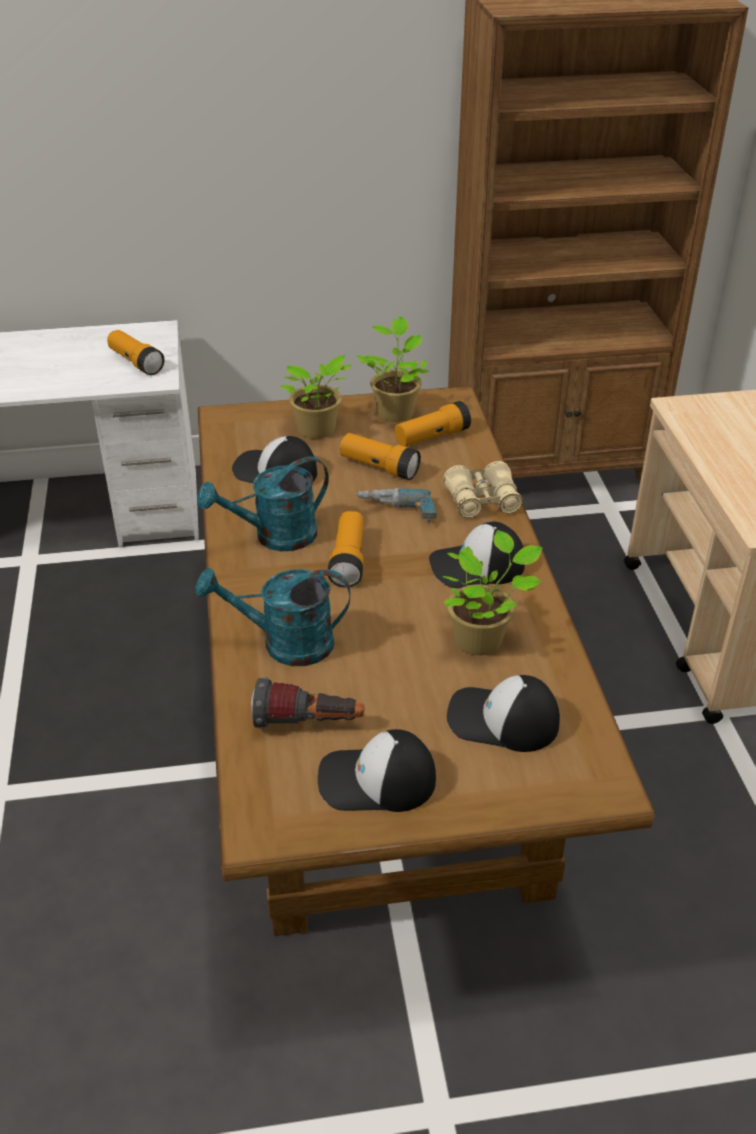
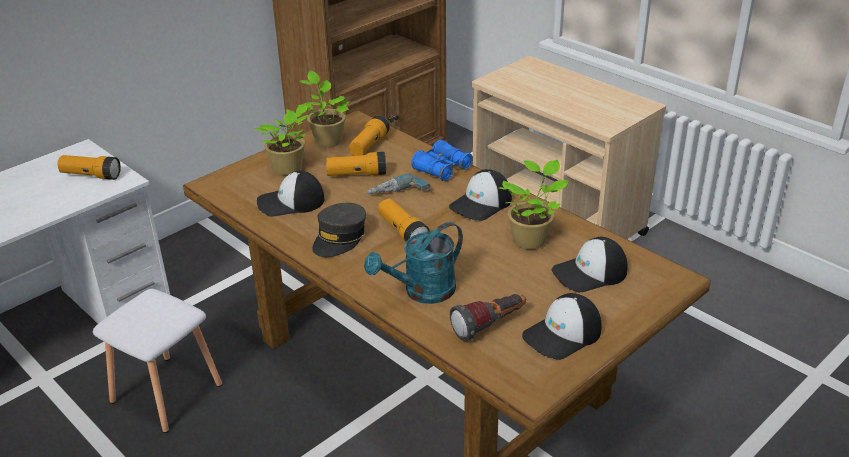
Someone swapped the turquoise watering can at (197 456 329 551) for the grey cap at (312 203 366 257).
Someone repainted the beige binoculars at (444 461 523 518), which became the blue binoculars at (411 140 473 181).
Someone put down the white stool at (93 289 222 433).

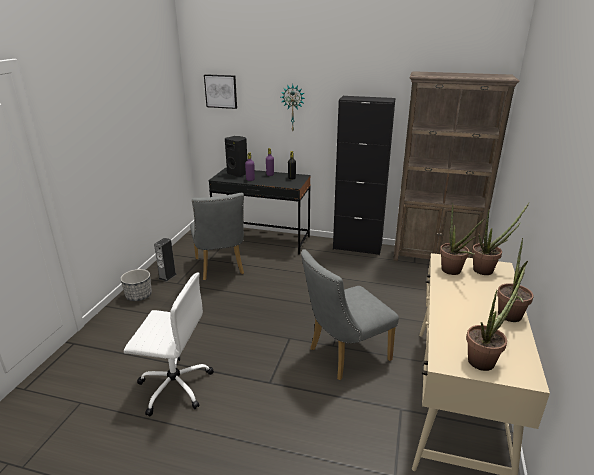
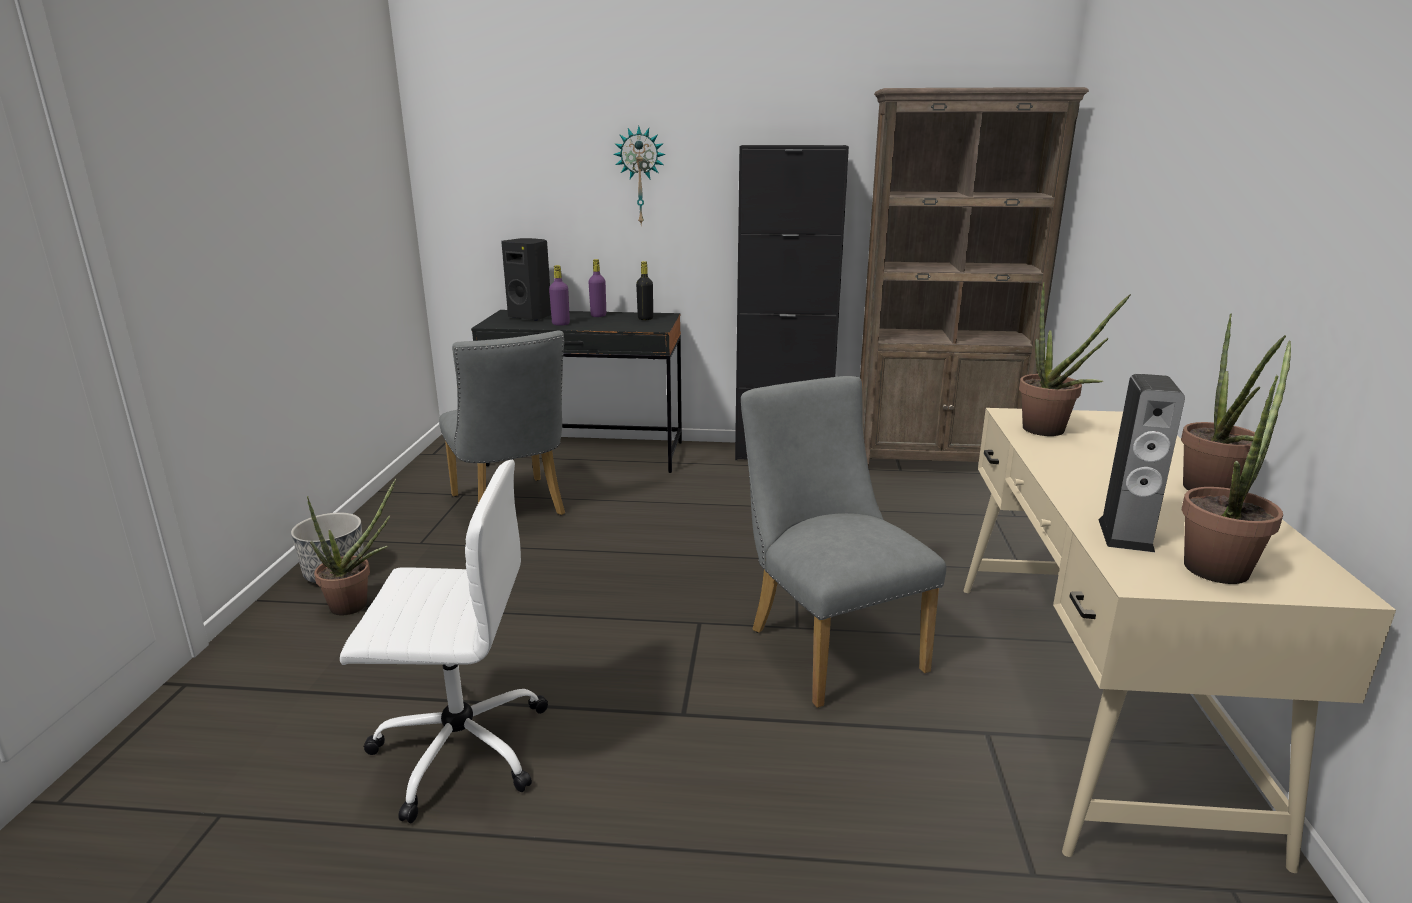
Someone carried the speaker from (154 238 177 282) to (1098 374 1185 552).
Someone took away the picture at (204 74 237 109).
Someone rotated the grey chair at (301 249 399 380) by 105 degrees clockwise.
Someone carried the potted plant from (472 203 529 275) to (307 479 396 615).

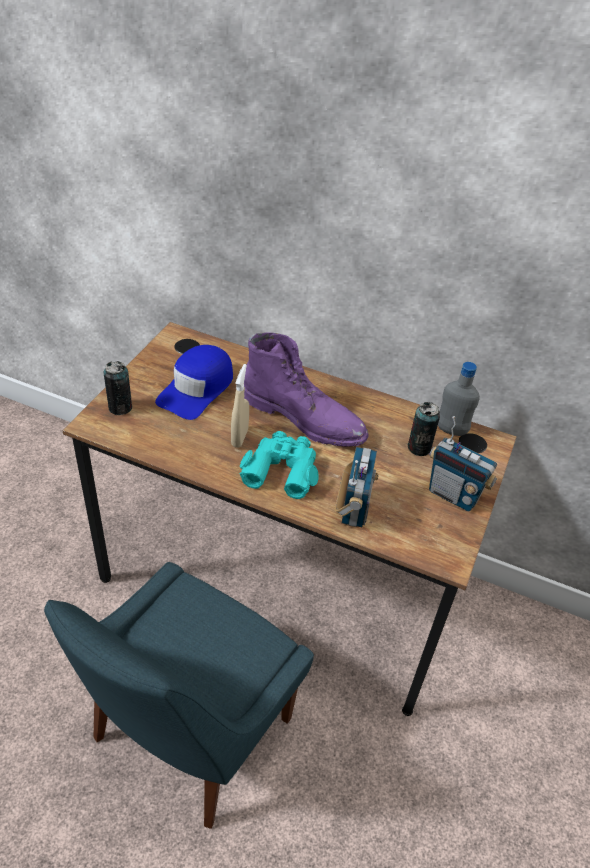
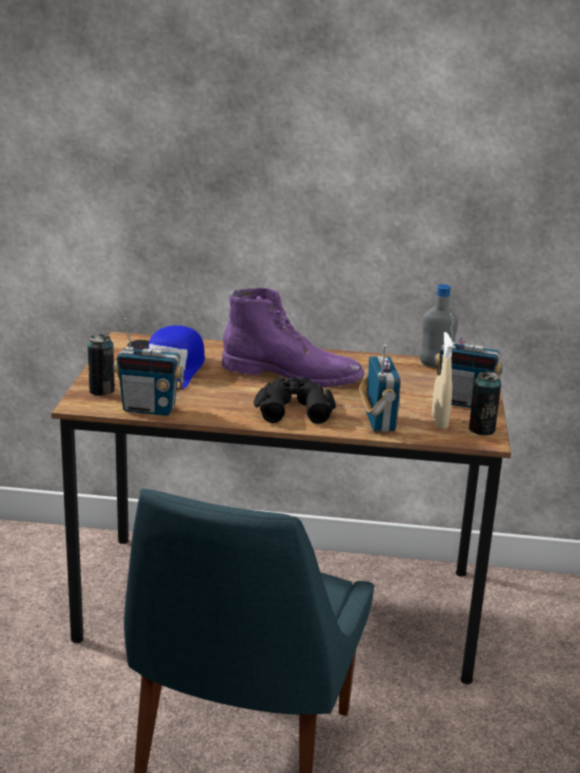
Someone carried the beige spray bottle from (231 364 249 448) to (432 332 453 429).
Someone repainted the turquoise binoculars at (240 431 319 499), which became the black binoculars at (254 377 336 424).
Someone carried the can from (408 402 440 456) to (469 371 501 435).
Someone put down the radio at (113 318 184 416).

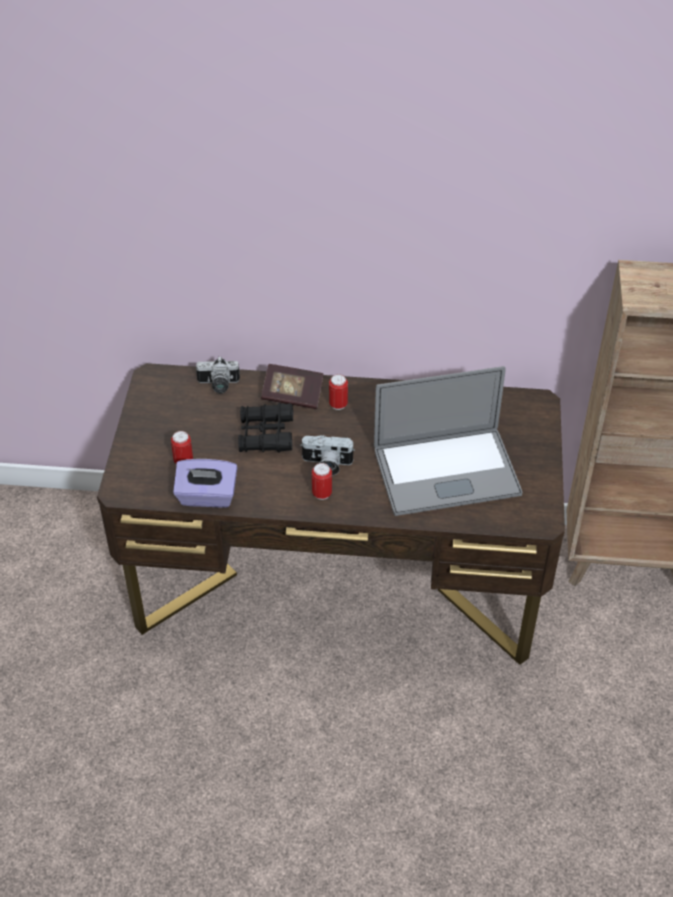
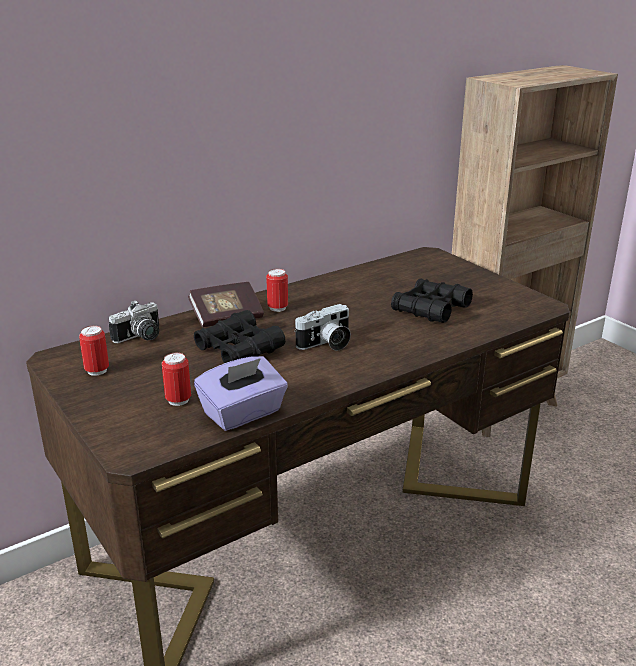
Someone carried the can from (312 463 332 500) to (79 326 109 376).
Someone swapped the laptop at (374 366 522 516) for the black binoculars at (391 278 473 323).

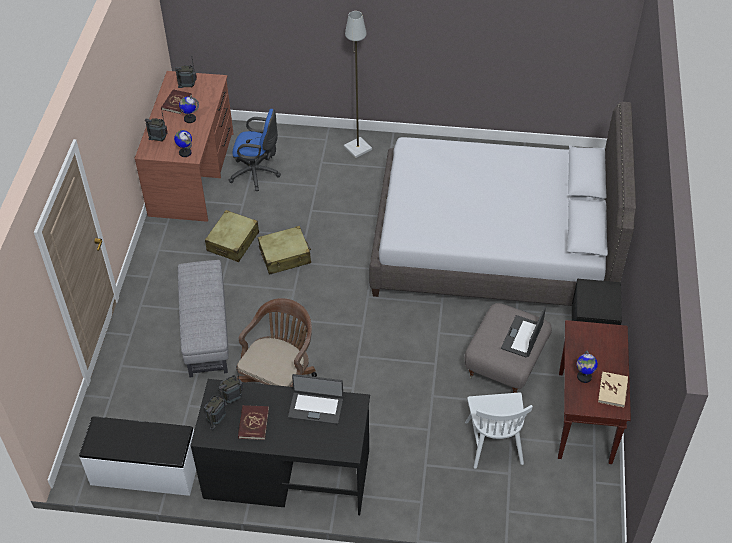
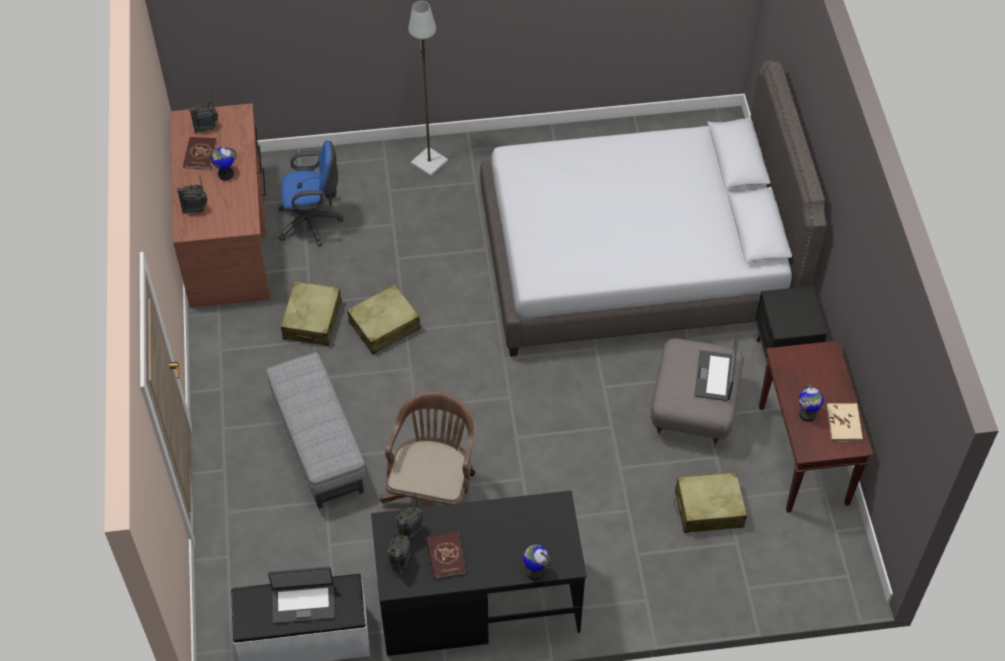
Someone carried the globe from (174 130 192 157) to (523 545 552 580).
Someone carried the laptop from (288 374 343 424) to (268 567 335 624).
Someone swapped the white chair at (465 393 533 469) for the beige suitcase at (674 472 747 533).

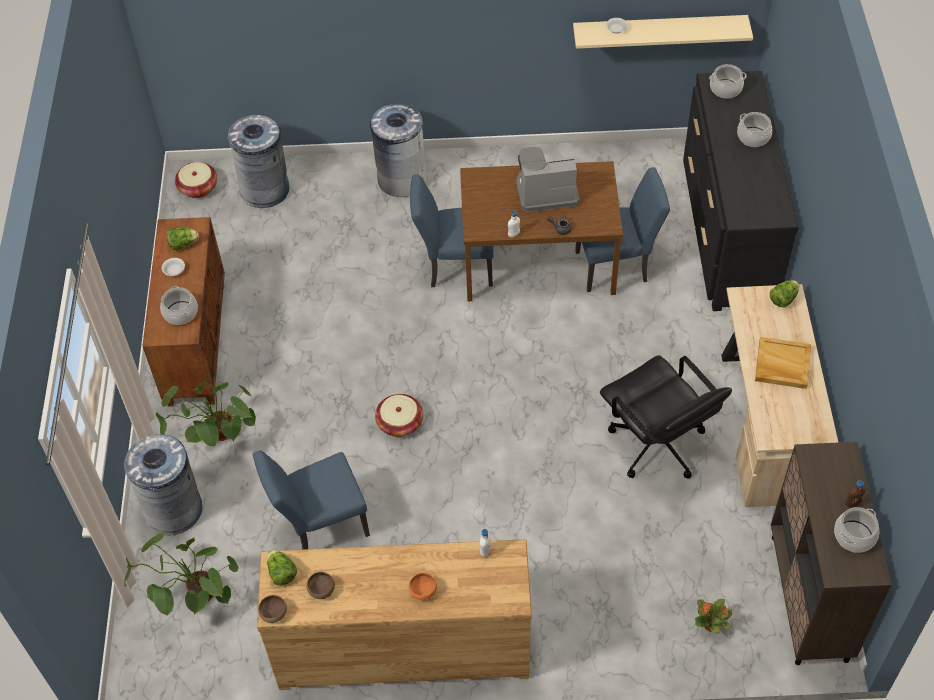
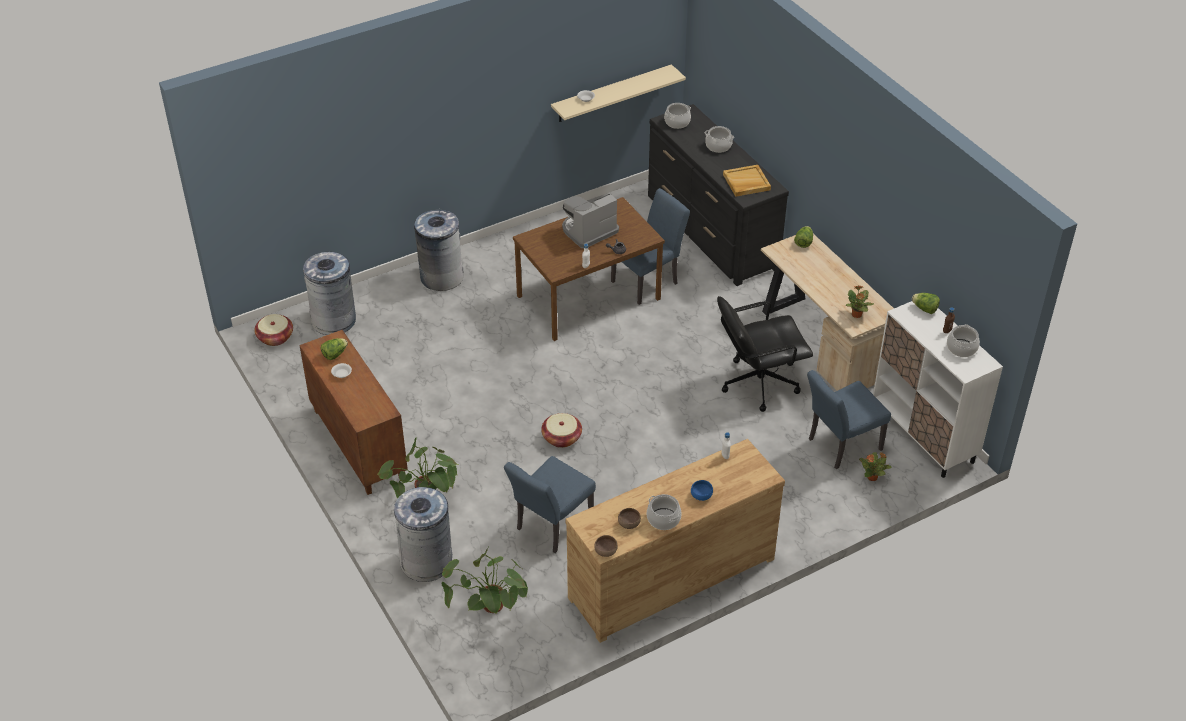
Someone carried the cooking pot from (160 286 198 325) to (647 494 682 530).
Someone carried the lettuce from (267 549 297 586) to (912 293 940 314).
Someone repainted the orange bowl at (409 573 437 600), which became the blue bowl at (691 480 713 501).
Someone carried the blue chair from (410 174 494 287) to (807 370 891 469).
Someone rotated the black office chair at (600 355 732 479) by 135 degrees clockwise.
Someone carried the beige tray from (755 337 811 389) to (723 165 771 197).
Someone repainted the brown cabinet at (771 442 892 665), which became the white cabinet at (873 301 1003 478).
Someone put down the potted plant at (846 285 874 318).

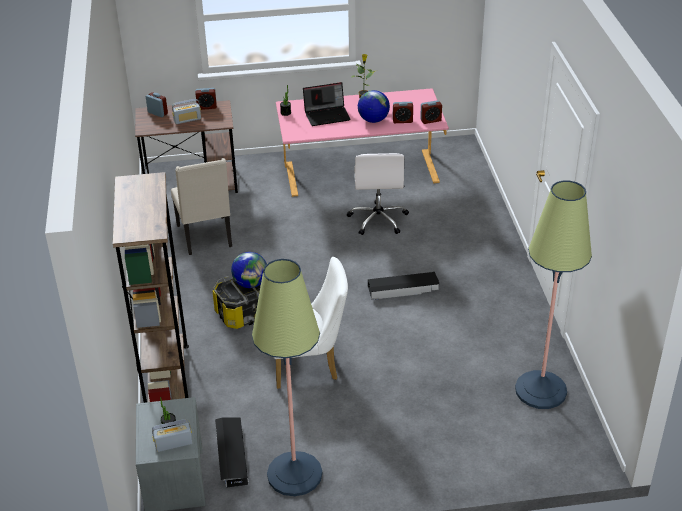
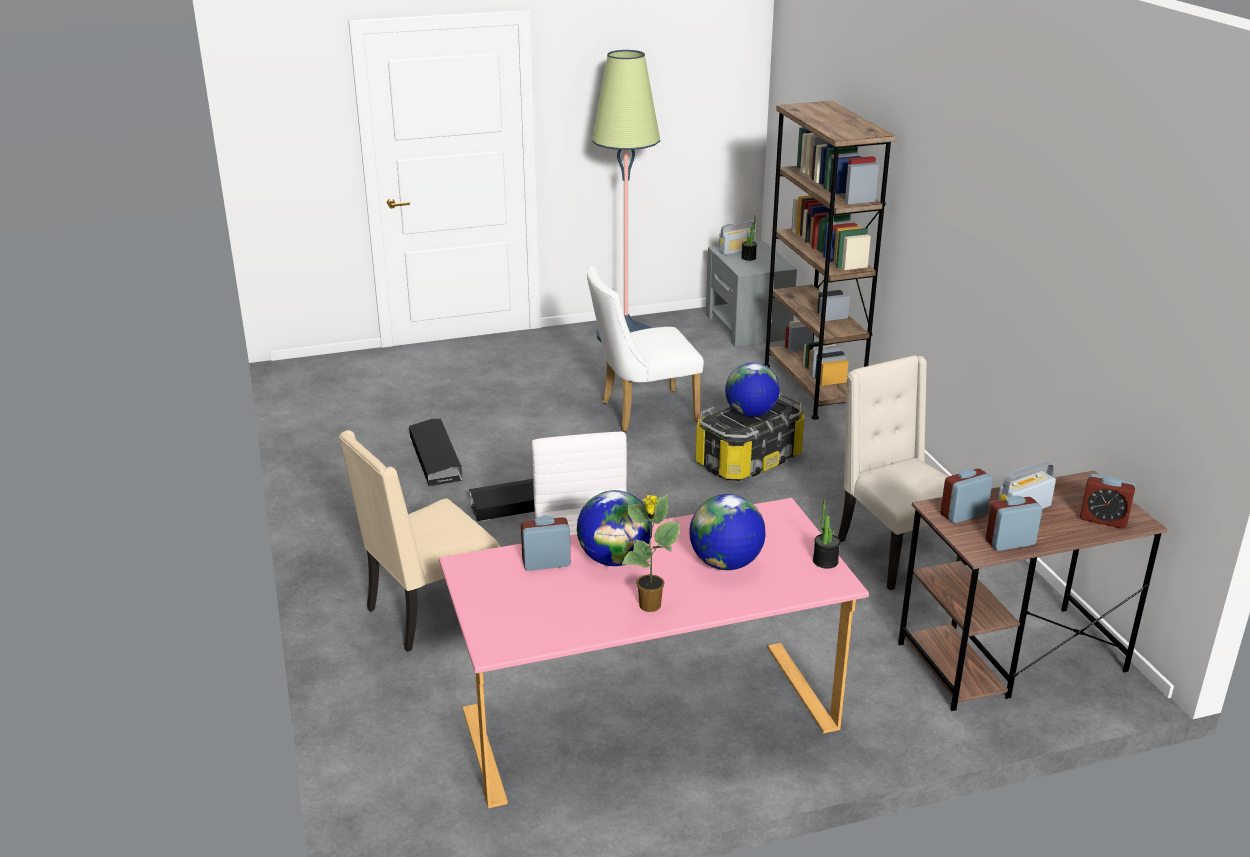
Someone carried the black storage box from (215 417 249 488) to (409 419 463 486).
Someone swapped the laptop at (303 82 351 126) for the globe at (689 494 766 570).
Someone carried the alarm clock from (420 100 442 124) to (941 468 993 523).
Someone took away the floor lamp at (515 181 592 409).
Someone put down the beige chair at (339 430 500 652).

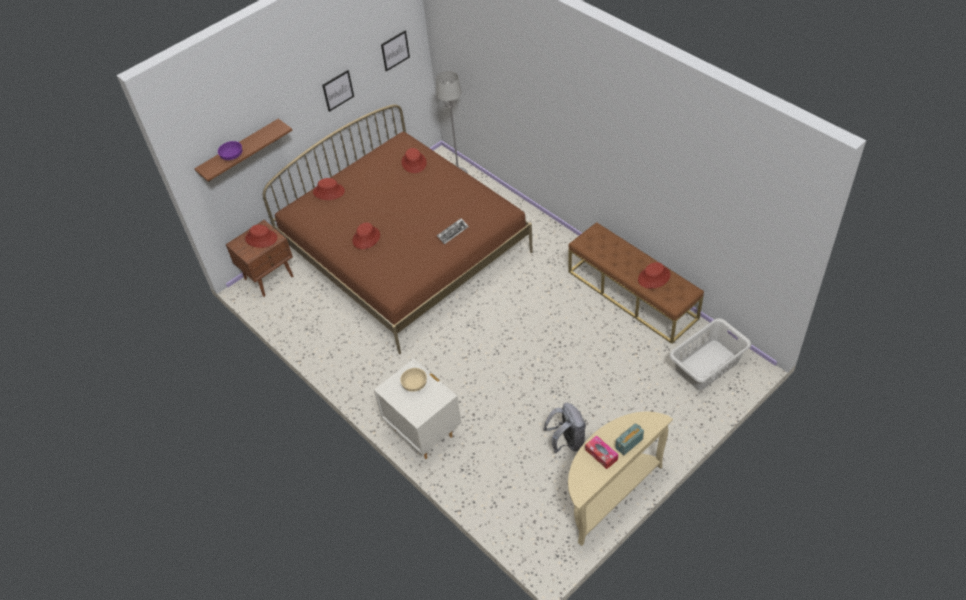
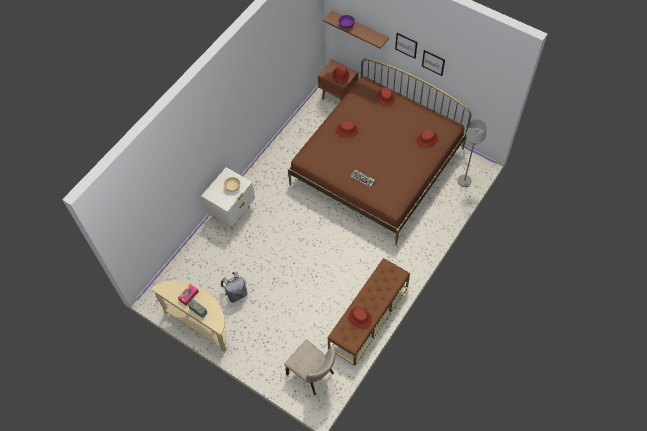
Someone carried the picture from (381 30 410 72) to (395 33 418 59).
Someone swapped the grey laundry basket at (669 318 751 390) for the beige chair at (284 339 335 395).

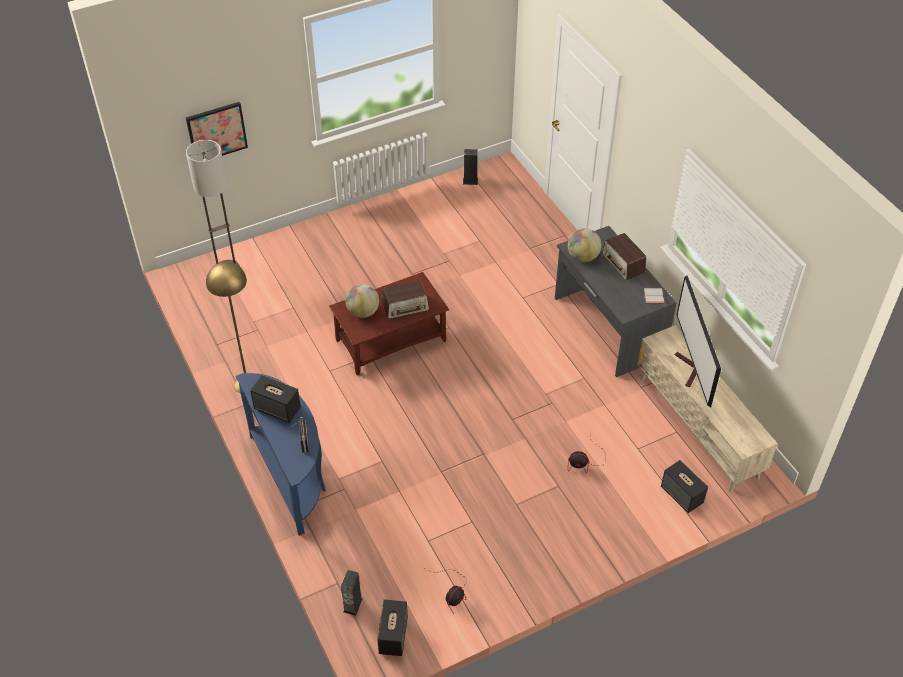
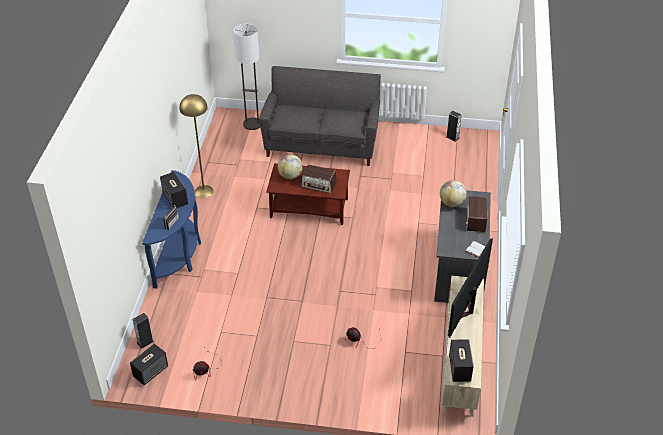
Someone took away the picture at (186 102 248 156).
Someone carried the speaker from (661 460 708 513) to (449 339 474 382).
Someone put down the grey sofa at (259 66 381 166).

